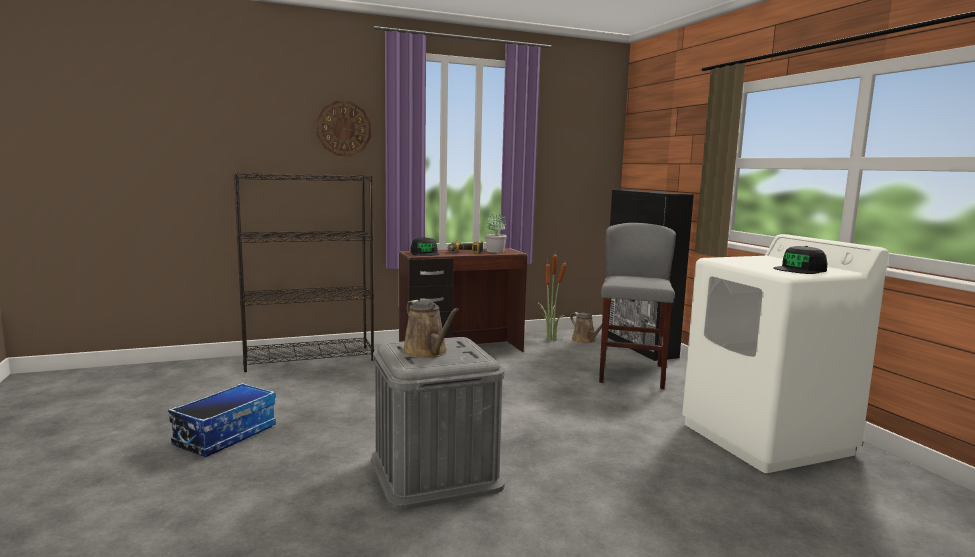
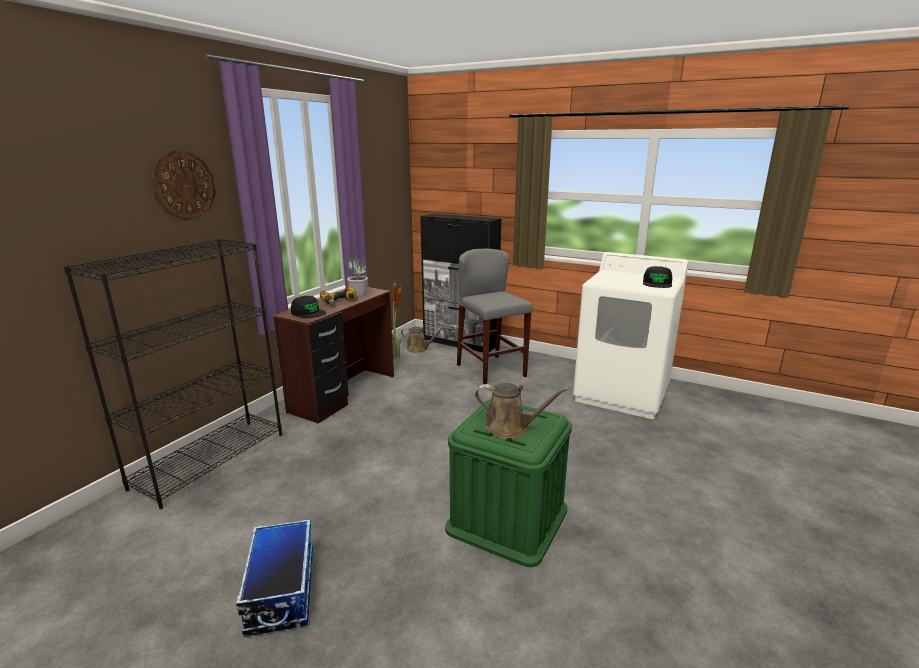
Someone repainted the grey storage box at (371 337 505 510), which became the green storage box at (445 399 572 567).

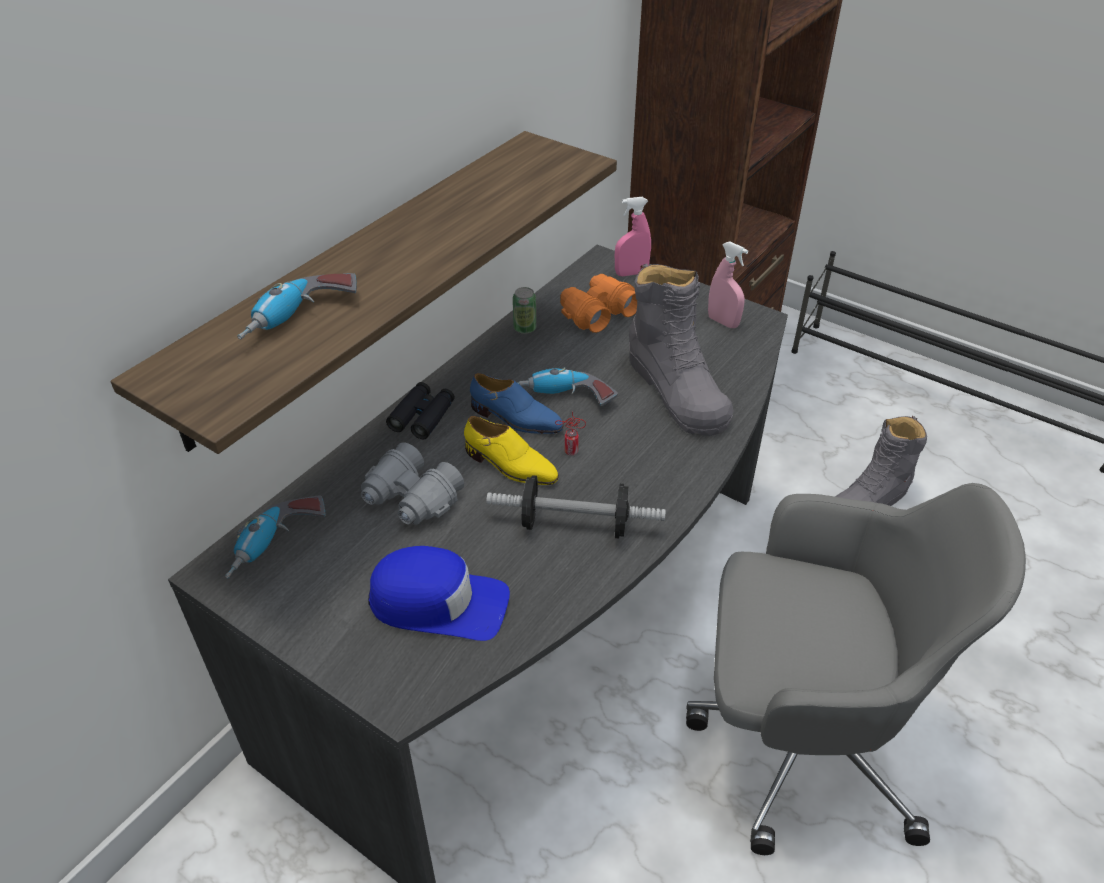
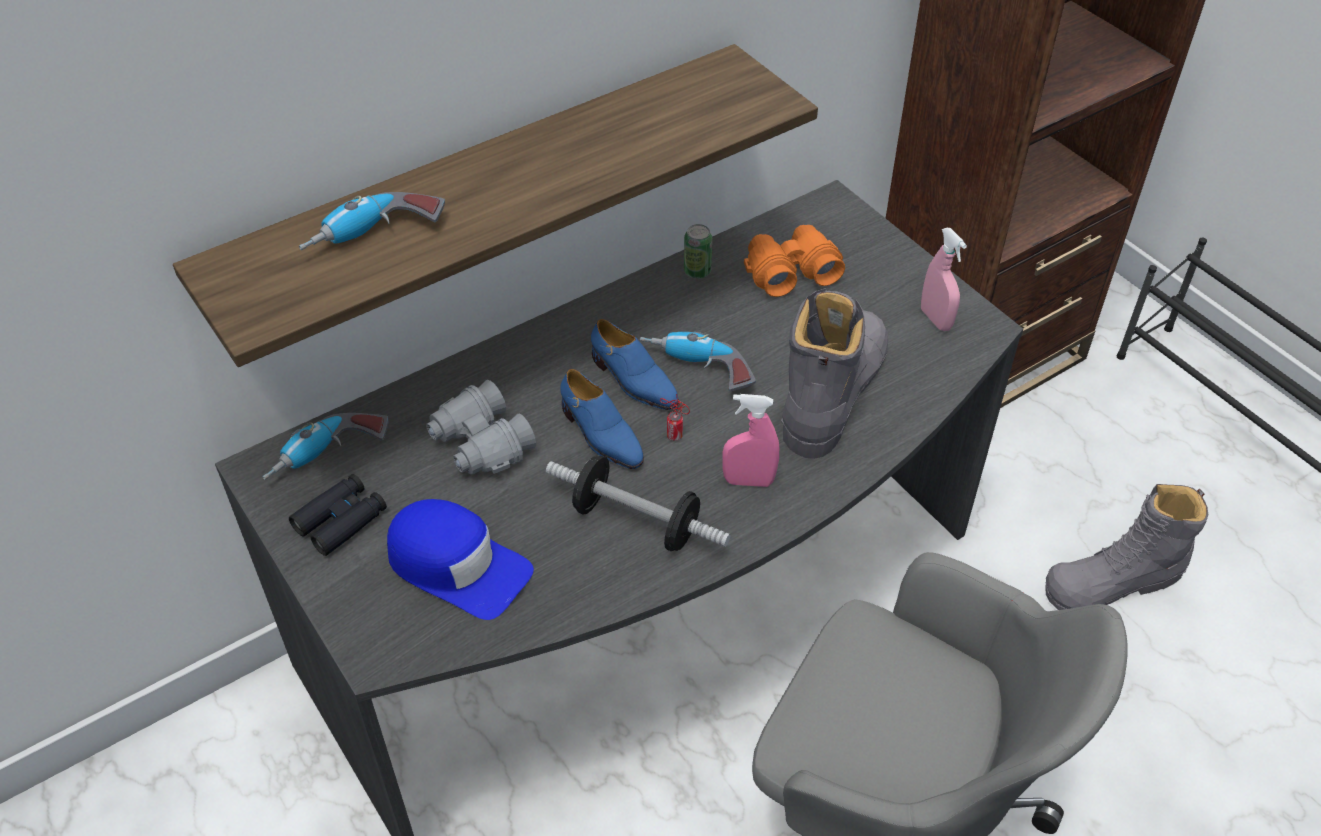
Someone carried the black binoculars from (386 382 455 439) to (289 474 387 556).
Someone repainted the yellow shoe at (464 416 559 485), which became the blue shoe at (560 369 644 469).
Someone carried the pink spray bottle from (615 197 651 276) to (722 394 779 487).
Someone rotated the grey boot at (629 264 734 436) by 150 degrees counterclockwise.

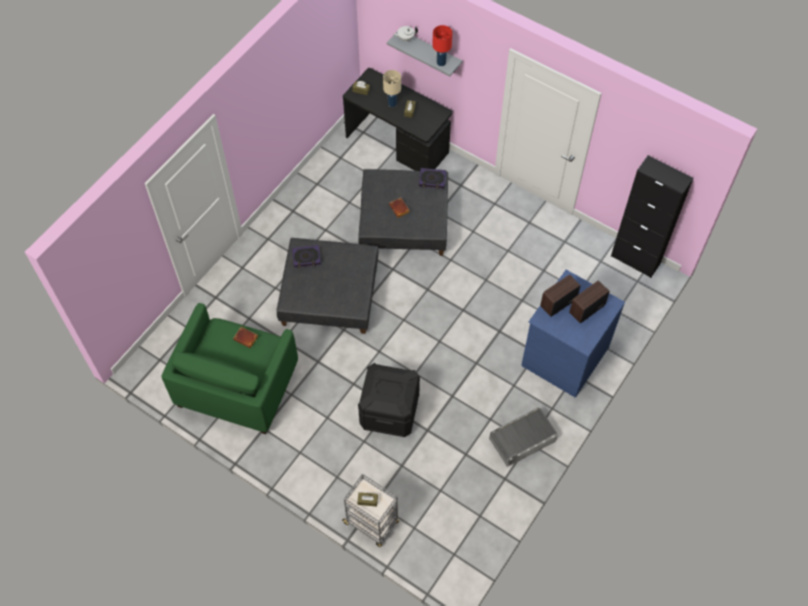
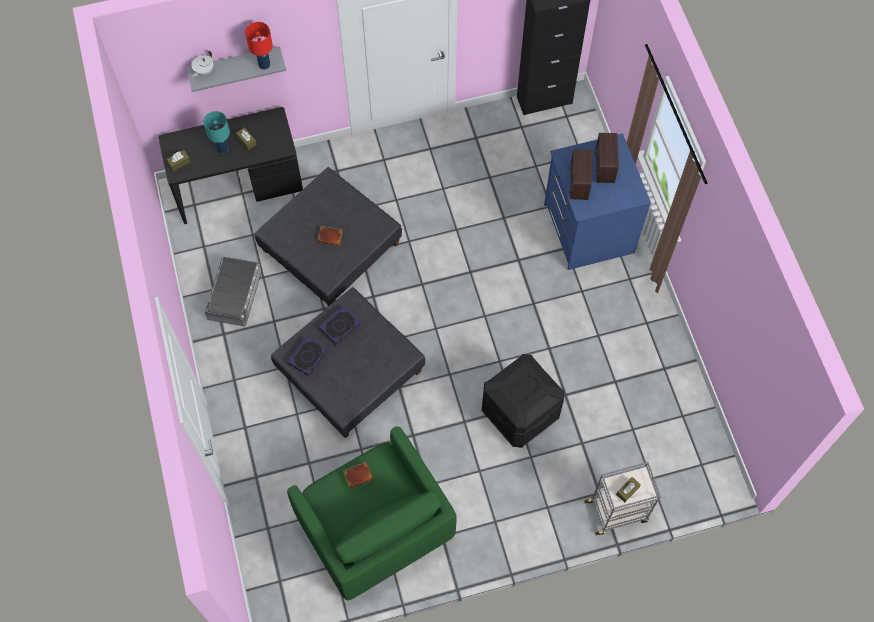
Someone repainted the beige table lamp at (383 70 401 107), which became the turquoise table lamp at (203 111 230 154).
Someone carried the book from (419 168 446 189) to (319 306 361 346).
Someone carried the grey storage box from (489 408 558 467) to (205 257 262 327).

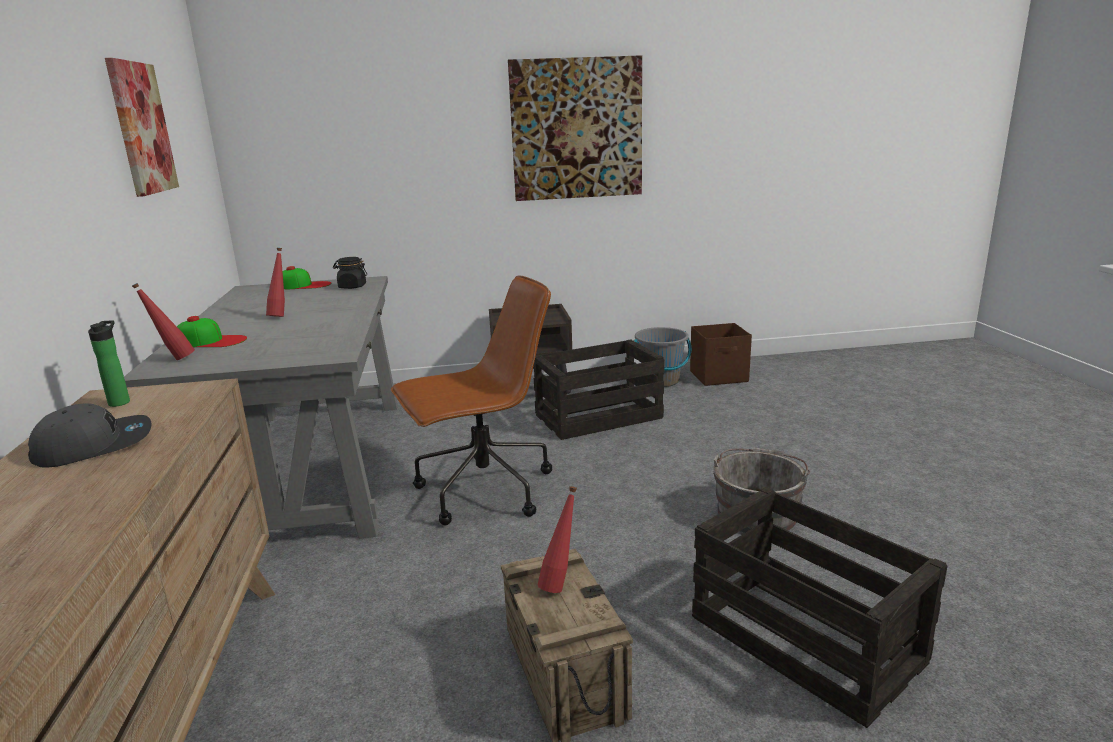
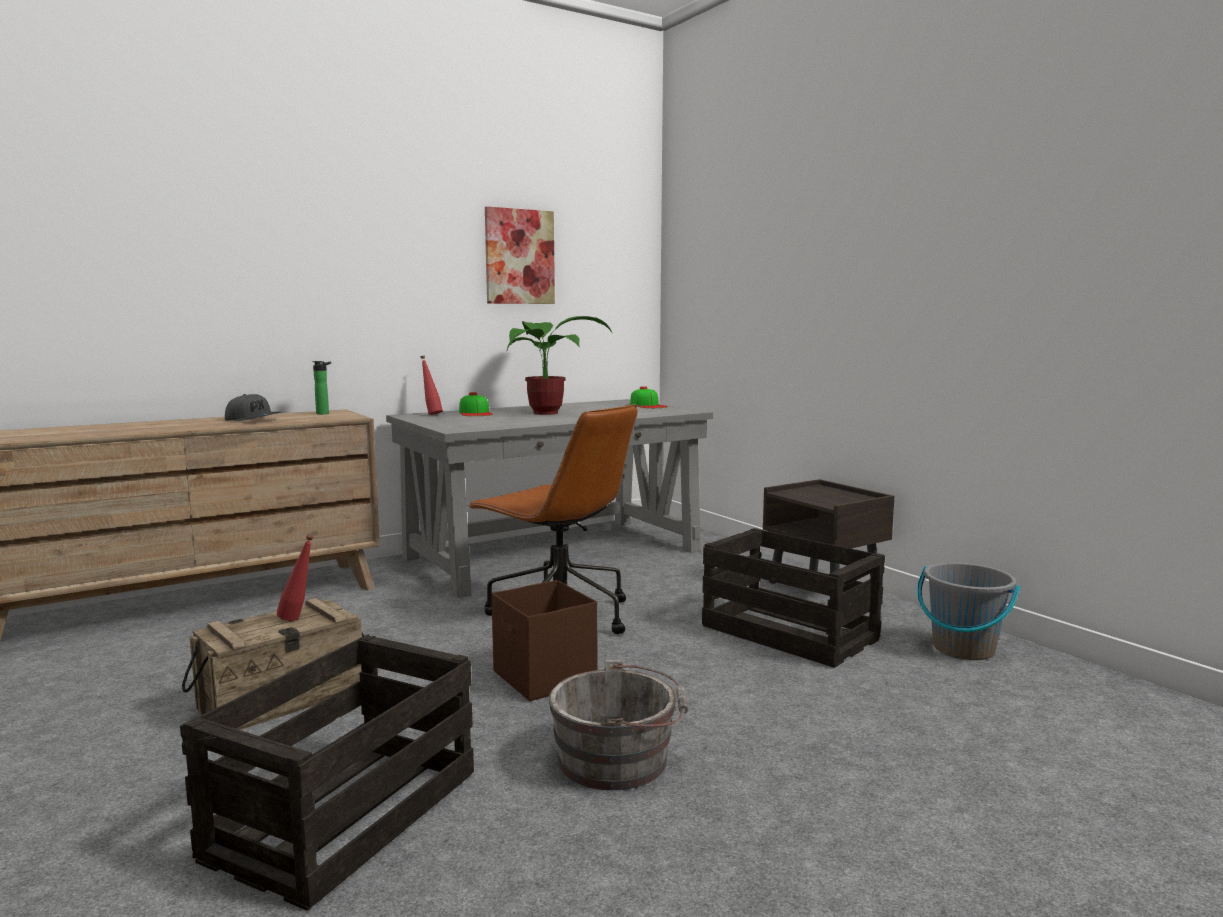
Someone swapped the red bottle at (266 248 285 317) for the potted plant at (507 316 612 415).
Someone took away the black jar at (333 257 367 289).
Someone took away the picture at (508 55 642 201).
Someone carried the brown storage box from (690 323 752 386) to (491 580 598 701).

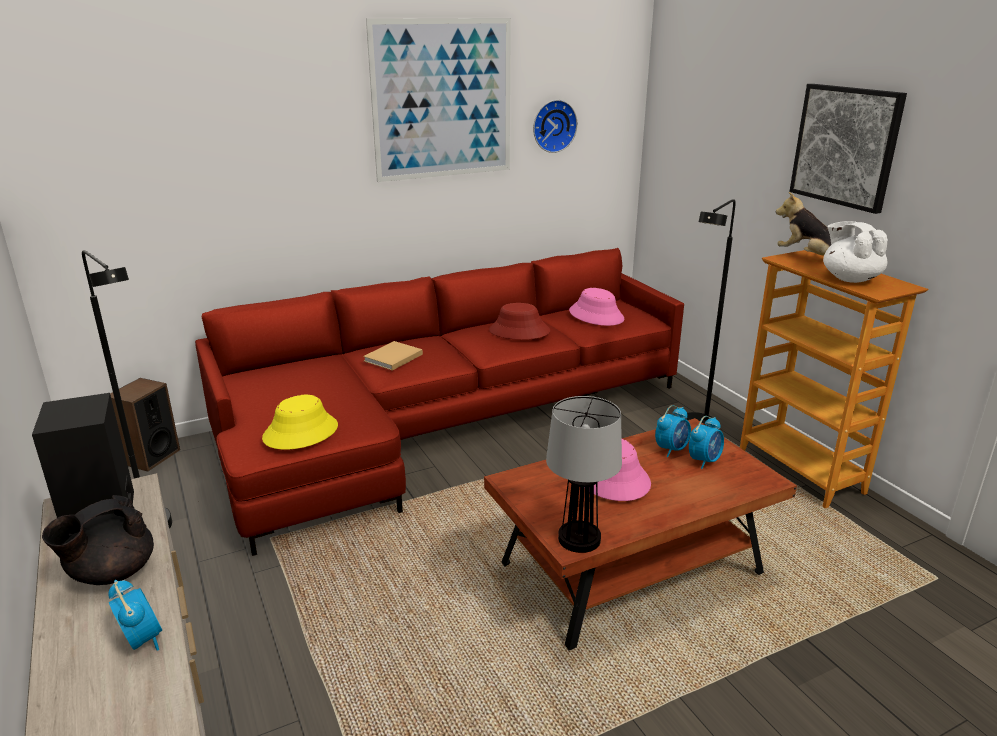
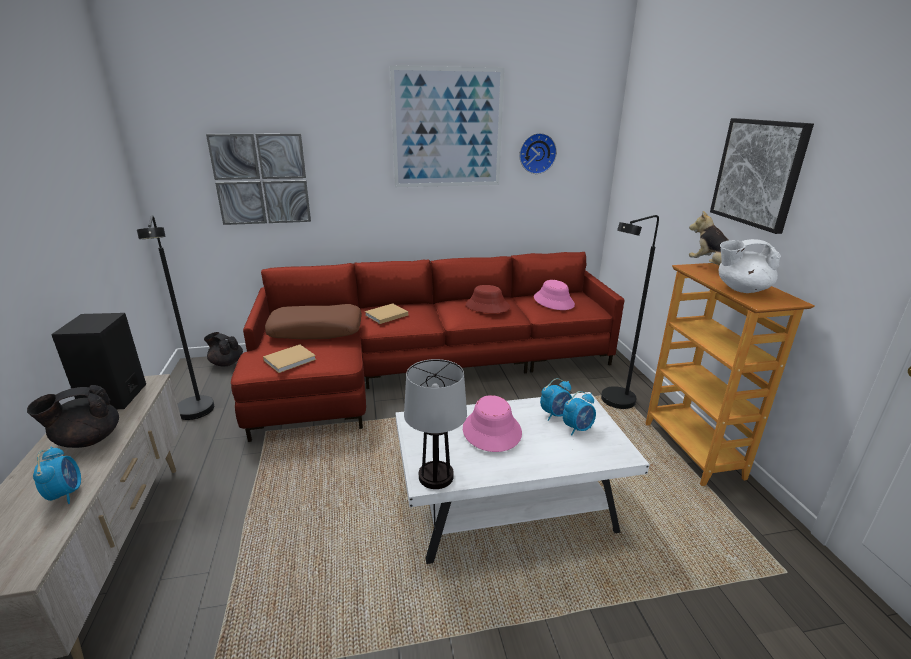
Someone swapped the speaker at (110 378 180 472) for the black teapot at (204 332 243 366).
Someone swapped the yellow hat at (262 395 338 449) for the beige book at (263 344 316 373).
Someone repainted the brown coffee table at (484 418 797 651), which became the white coffee table at (396 392 650 565).
Someone rotated the white teapot at (823 221 888 283) by 75 degrees counterclockwise.
Someone put up the picture at (206 133 311 225).
Someone put down the brown pillow at (265 304 362 339).

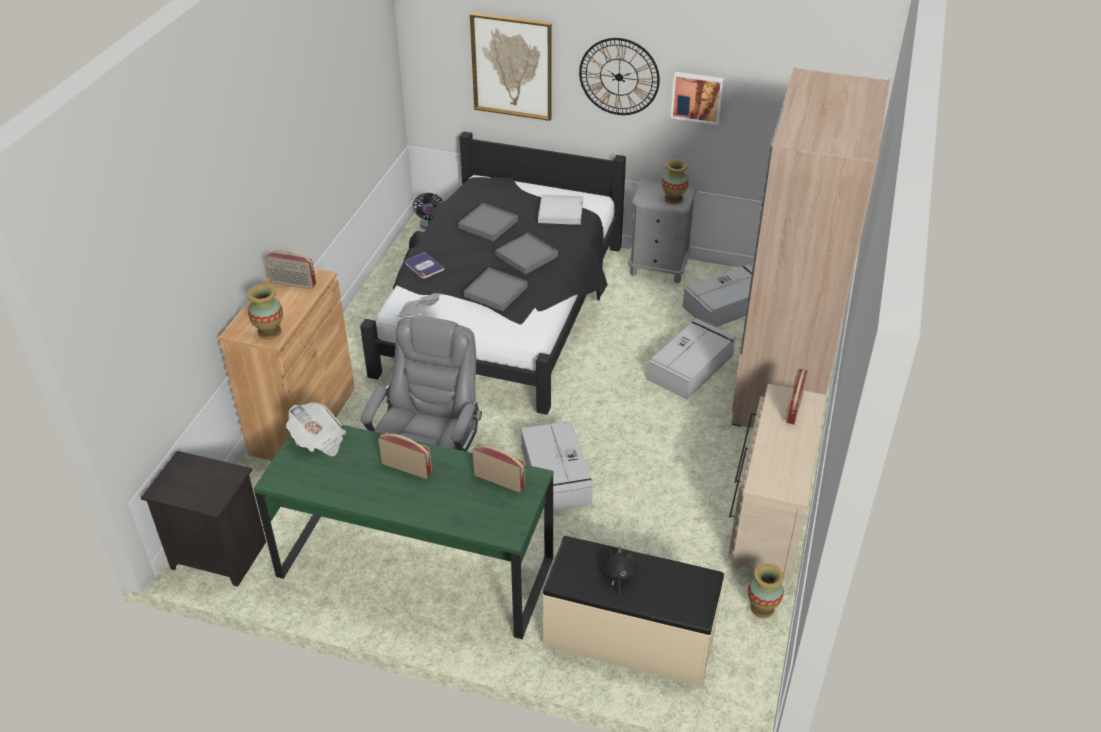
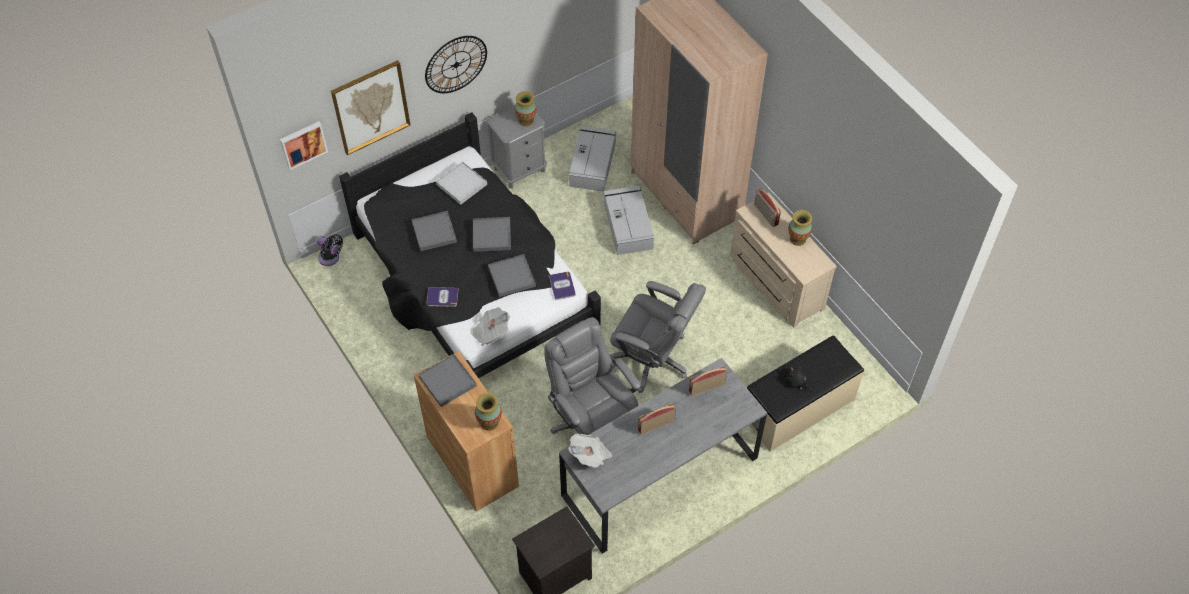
Someone repainted the green desk at (253 425 553 639), which became the grey desk at (559 358 767 554).
Someone swapped the radio at (266 250 316 289) for the grey tray at (418 354 477 407).
Someone swapped the grey storage box at (521 421 593 513) for the grey office chair at (610 281 706 393).
Someone carried the picture from (671 72 724 125) to (280 121 328 170).
Someone carried the vase from (748 564 784 618) to (788 210 812 246).
Someone put down the book at (549 272 576 300).

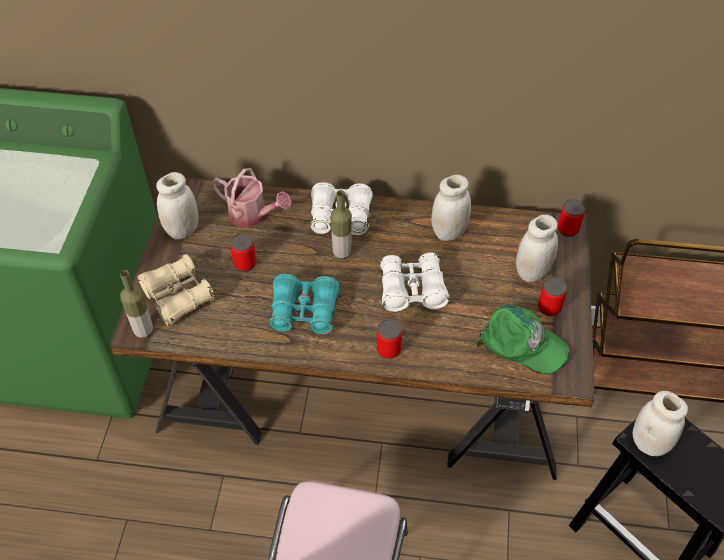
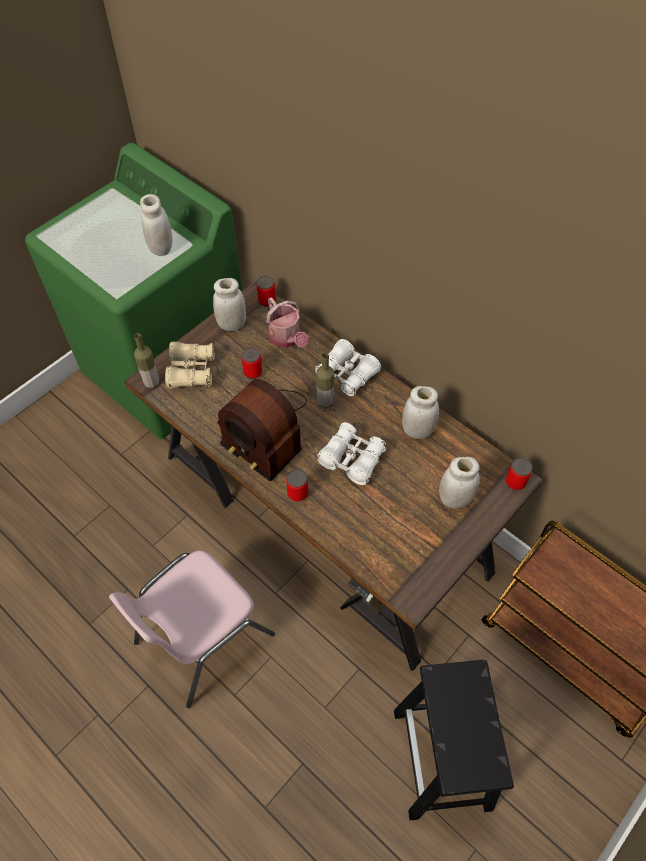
Someone swapped the turquoise binoculars at (268 274 340 334) for the radio at (217 379 307 481).
Someone took away the green cap at (476 305 570 374).
Someone carried the can from (538 277 567 316) to (256 276 276 307).
Someone carried the white jar from (633 391 688 456) to (140 194 172 256).

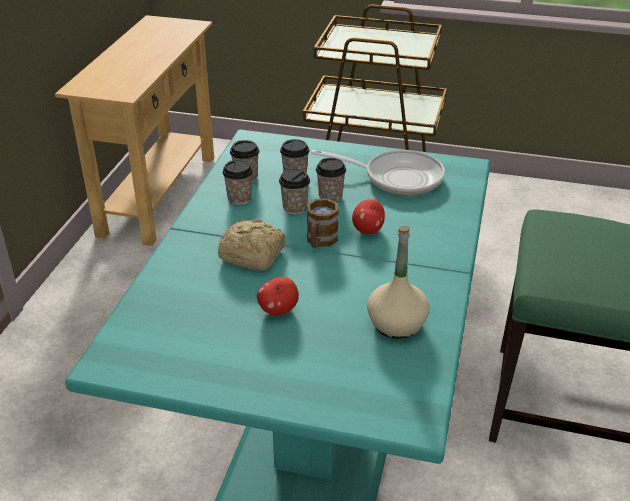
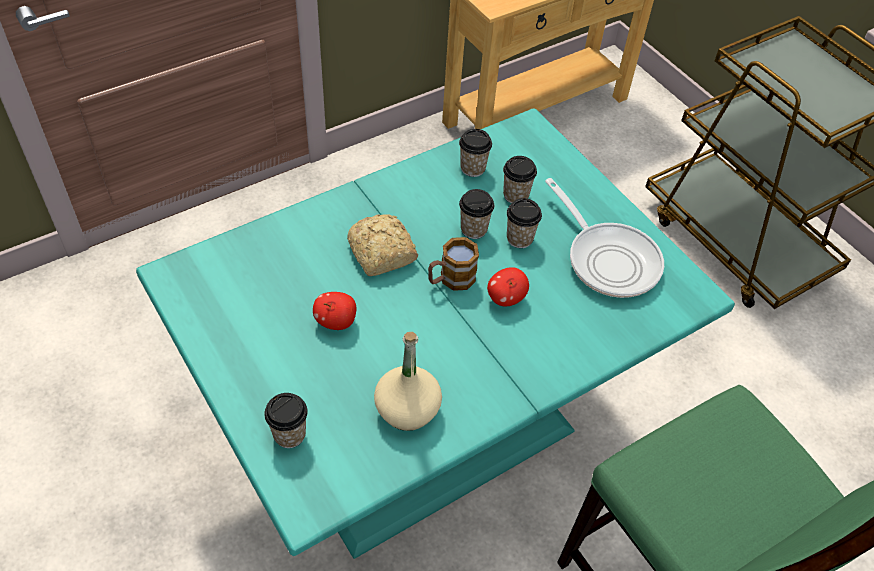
Someone carried the cup from (222 160 253 205) to (264 393 308 448).

